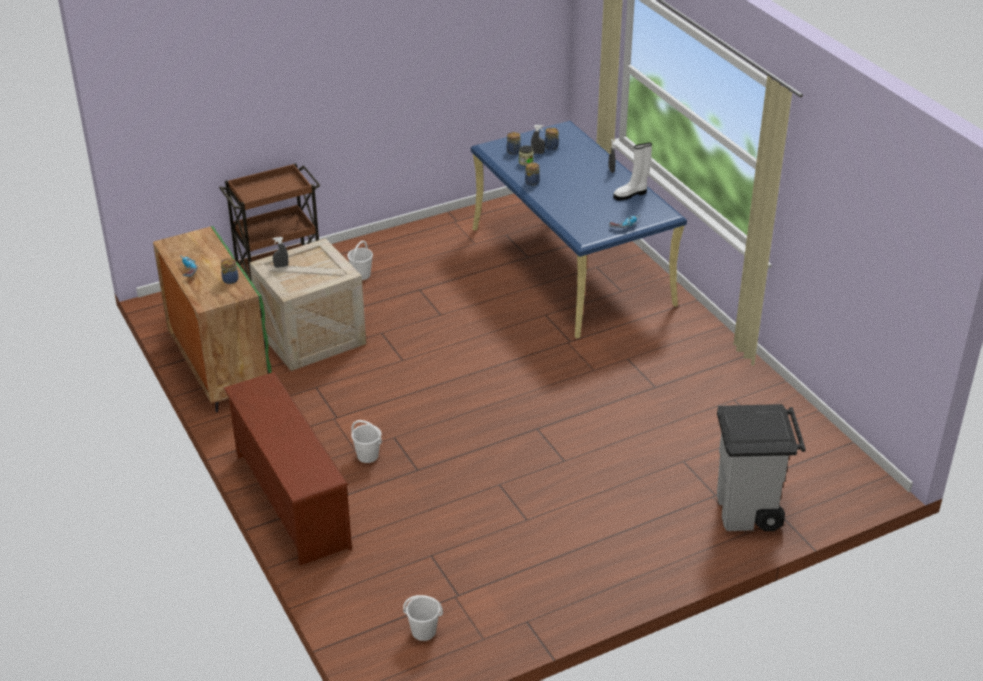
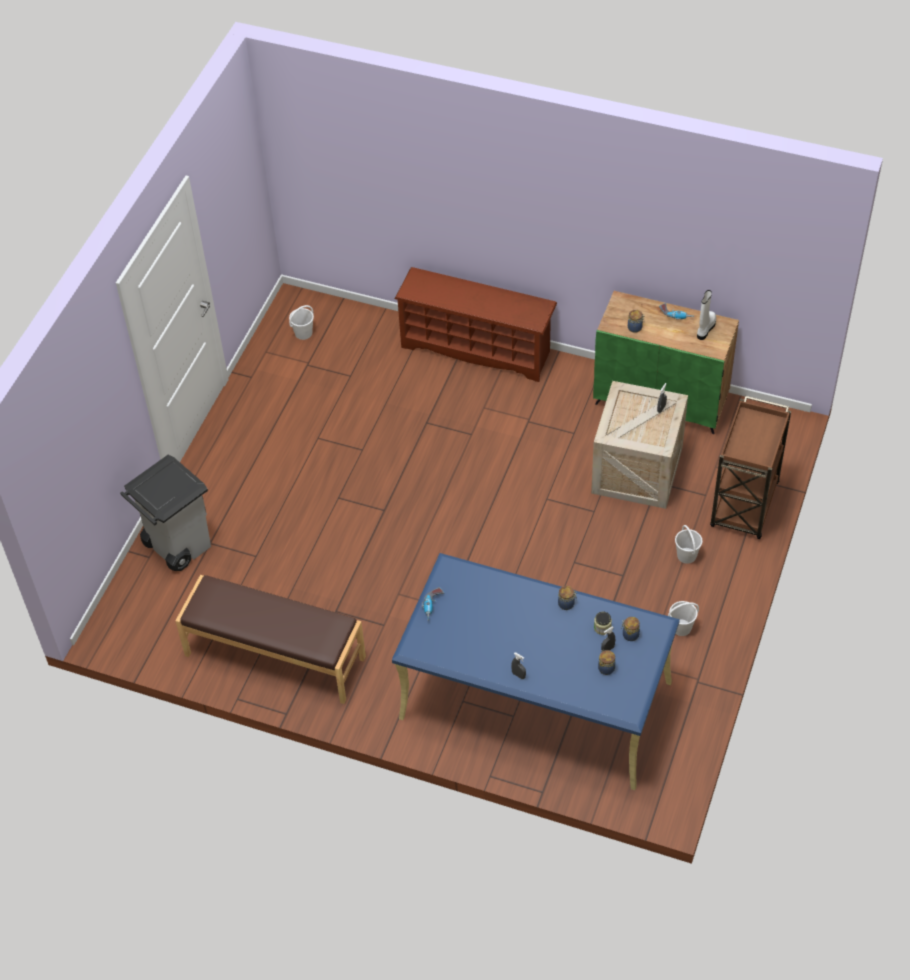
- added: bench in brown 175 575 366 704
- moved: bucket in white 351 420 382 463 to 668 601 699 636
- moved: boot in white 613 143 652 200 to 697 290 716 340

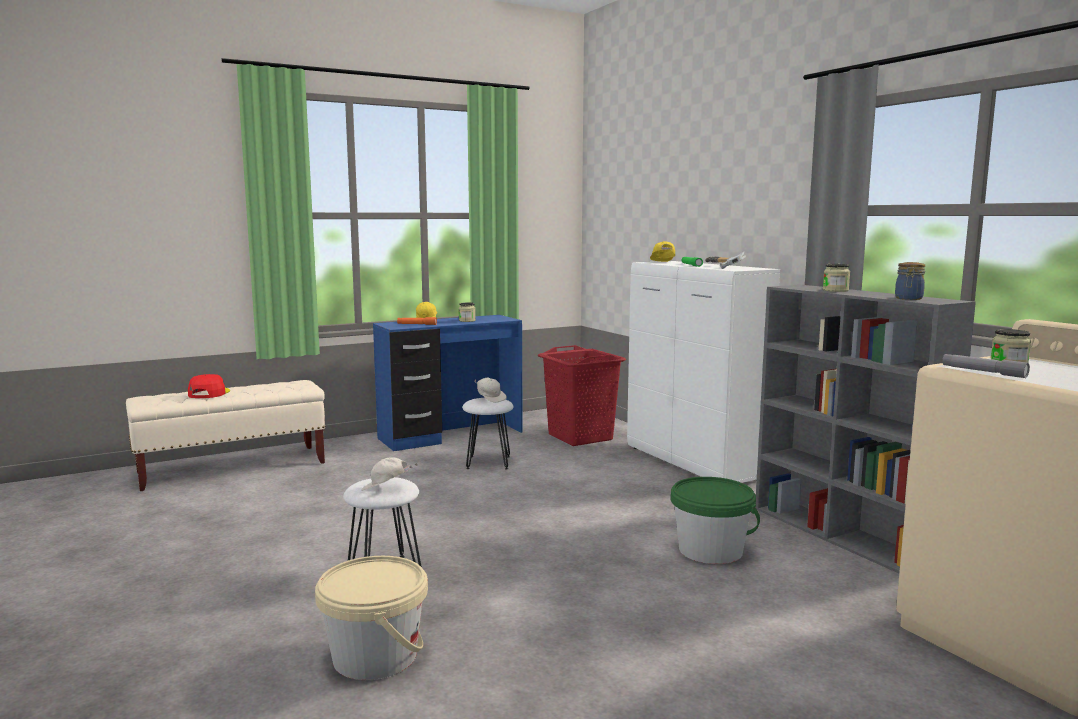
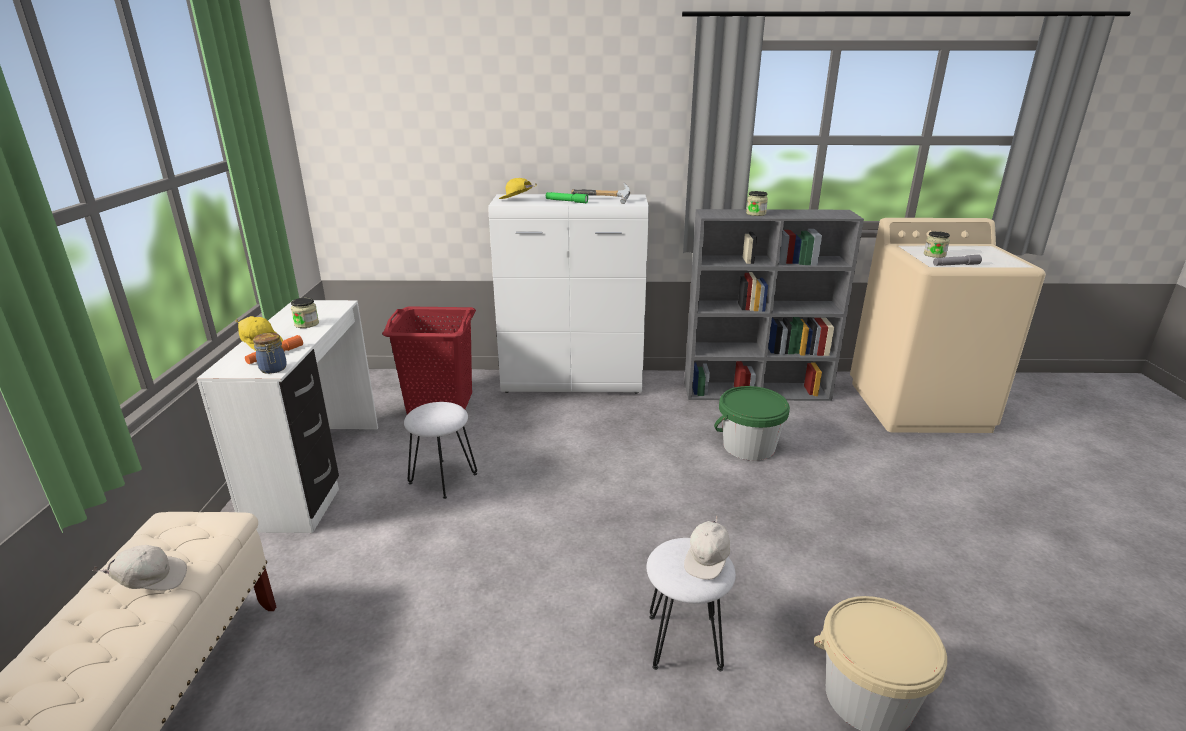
- removed: cap in red 188 374 230 398
- moved: cap in white 475 377 507 403 to 92 545 187 591
- moved: jar 895 262 925 300 to 253 333 287 374
- recoloured: desk in blue 373 315 523 451 to desk in white 197 300 378 534

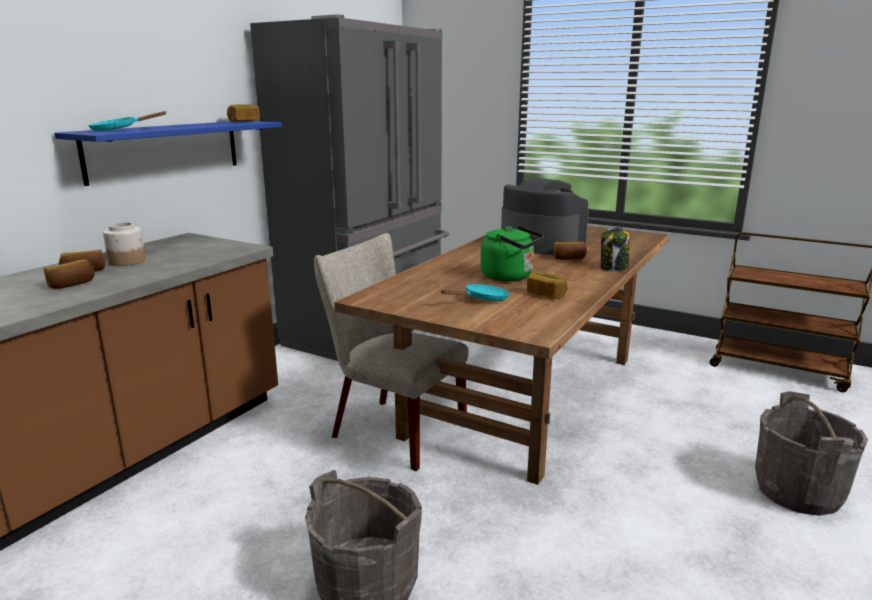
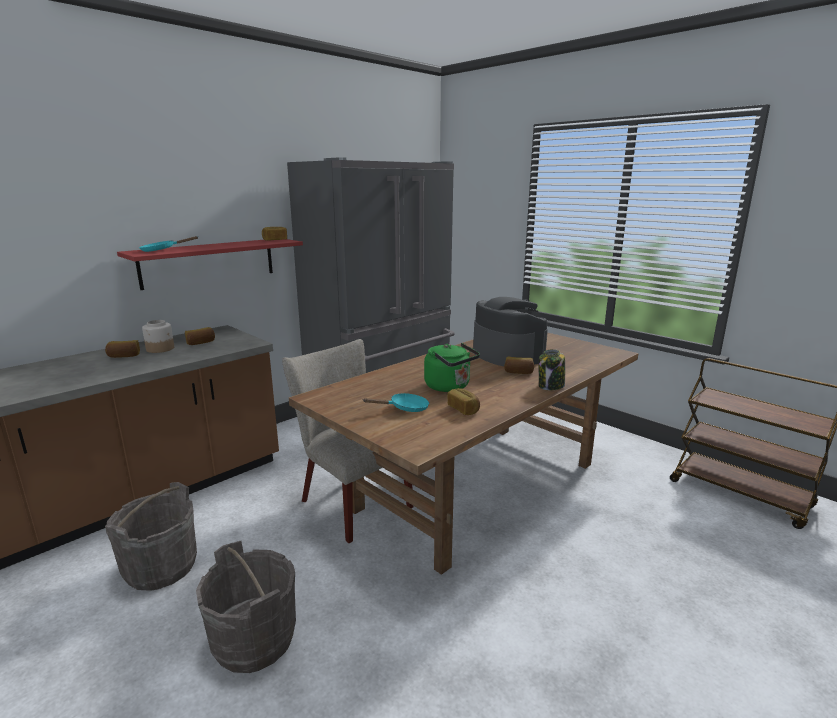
- moved: bread 44 259 95 289 to 185 327 215 345
- moved: bucket in grey 755 391 868 516 to 105 482 197 591
- recoloured: shelf in blue 54 121 282 186 to shelf in red 117 239 303 290

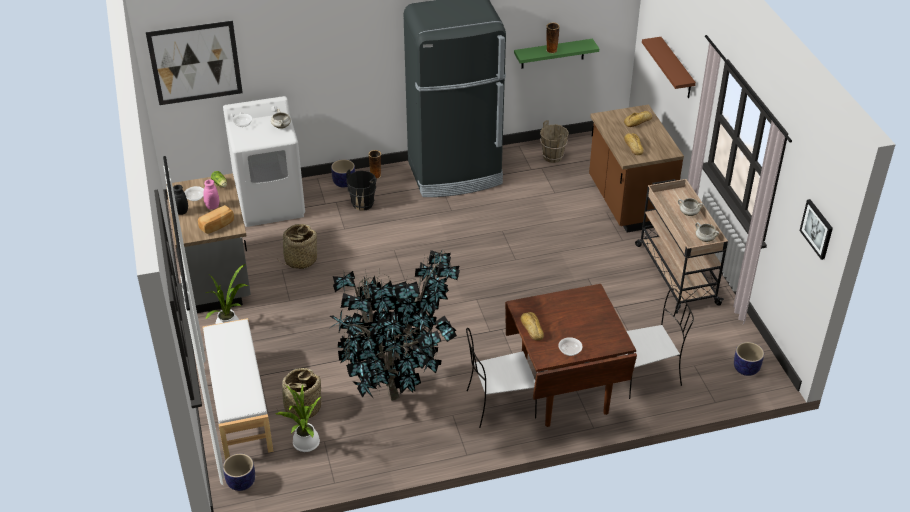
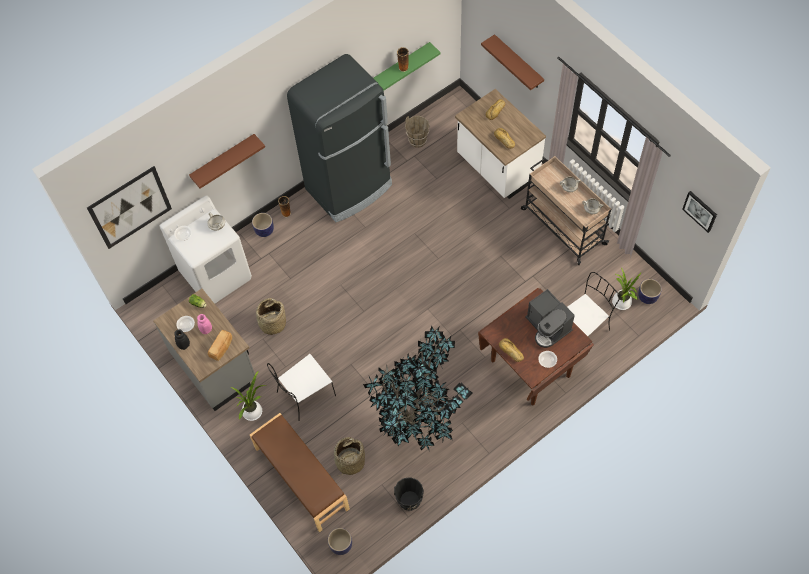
- added: shelf in brown 189 134 265 189
- added: coffee machine 525 289 575 348
- moved: potted plant 275 384 321 452 to 612 268 641 310
- moved: bucket in black 346 170 376 211 to 394 477 424 511
- moved: chair in white 466 328 537 428 to 267 354 336 421
- recoloured: bench in white 202 318 273 460 to bench in brown 250 413 350 532
- recoloured: counter in brown 589 104 684 232 to counter in white 455 89 546 199

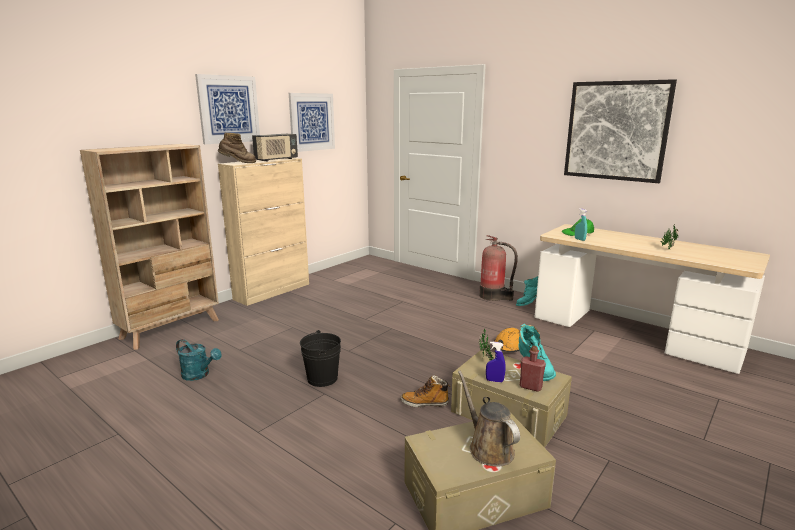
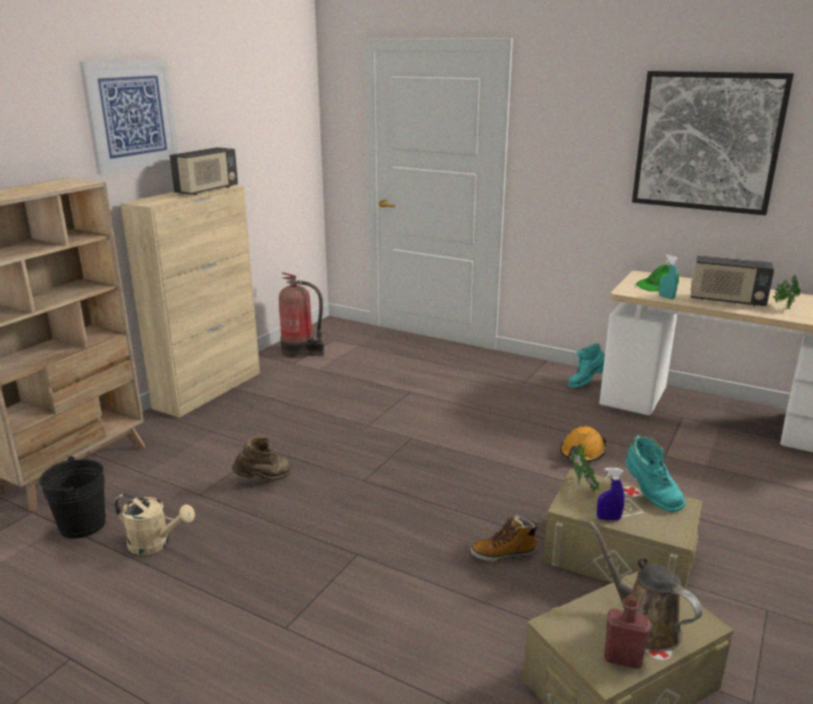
- removed: picture 289 93 335 152
- added: radio 690 255 774 307
- moved: boot in brown 218 132 256 163 to 232 437 291 481
- moved: bucket in black 300 330 341 387 to 39 456 106 539
- moved: fire extinguisher 479 235 518 301 to 279 272 324 358
- moved: bottle in red 520 346 546 392 to 604 595 651 669
- recoloured: watering can in turquoise 176 339 222 381 to watering can in beige 114 493 195 555

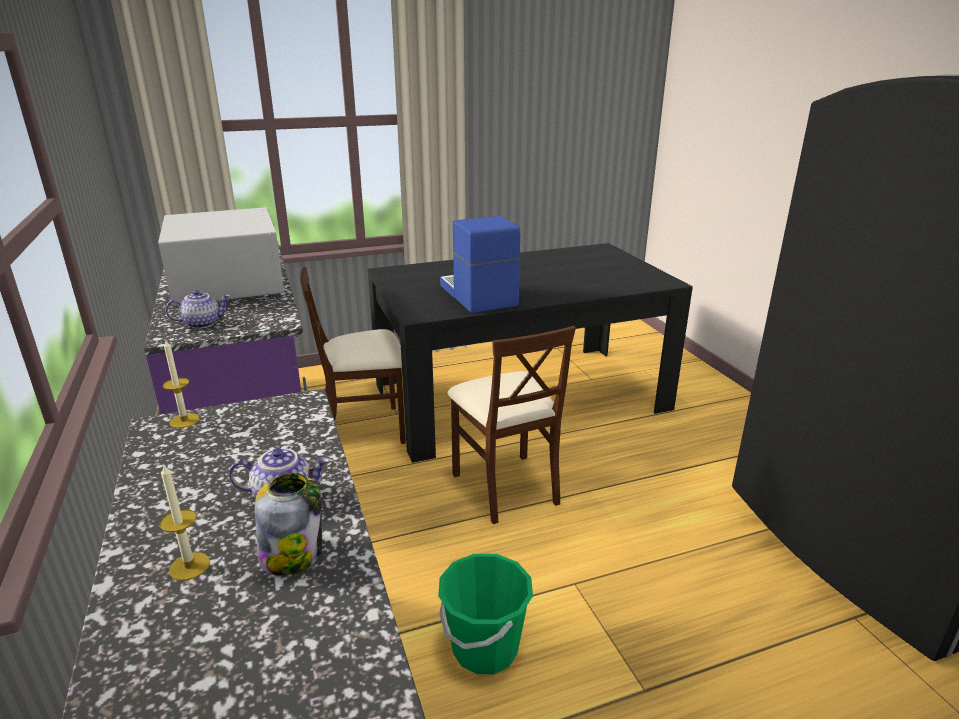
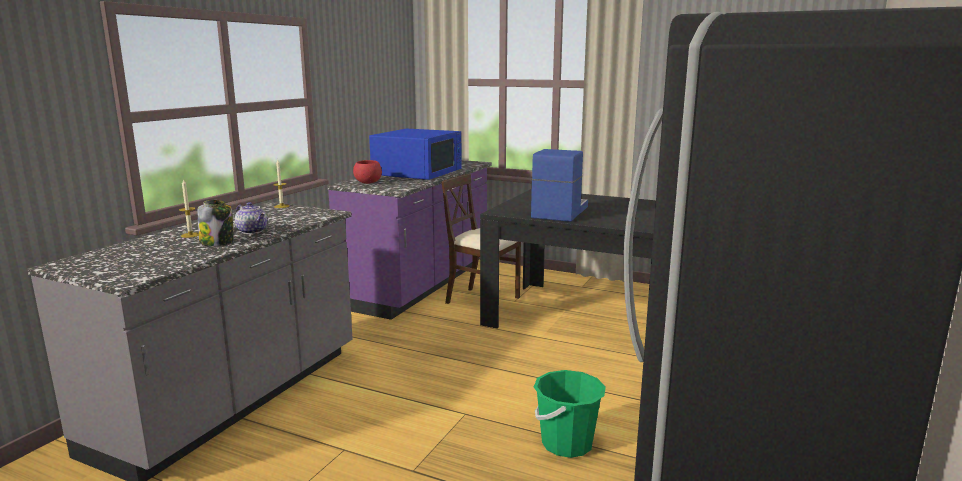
- removed: chair in beige 448 326 576 524
- moved: bucket in green 438 554 533 674 to 534 370 606 458
- replaced: teapot 166 290 230 329 to bowl in red 353 160 382 184
- recoloured: microwave in white 158 207 284 306 to microwave in blue 369 128 462 180

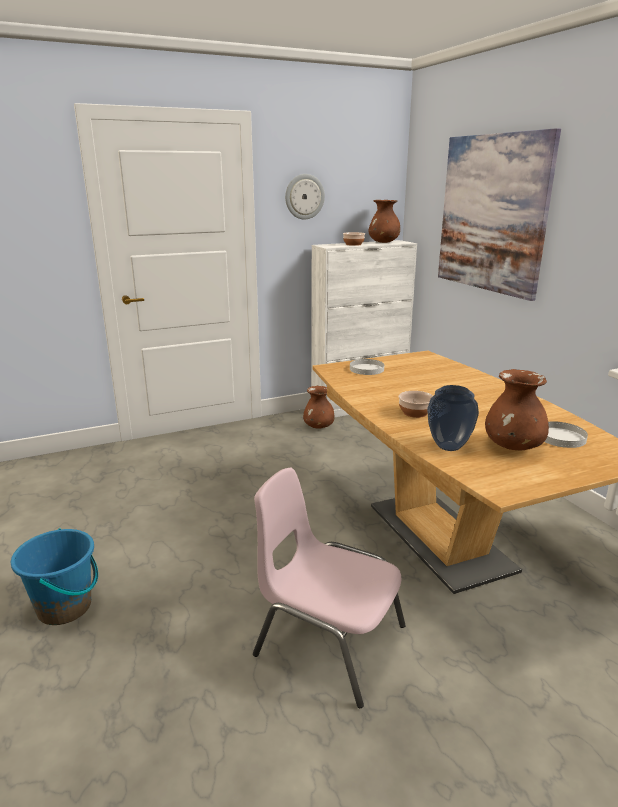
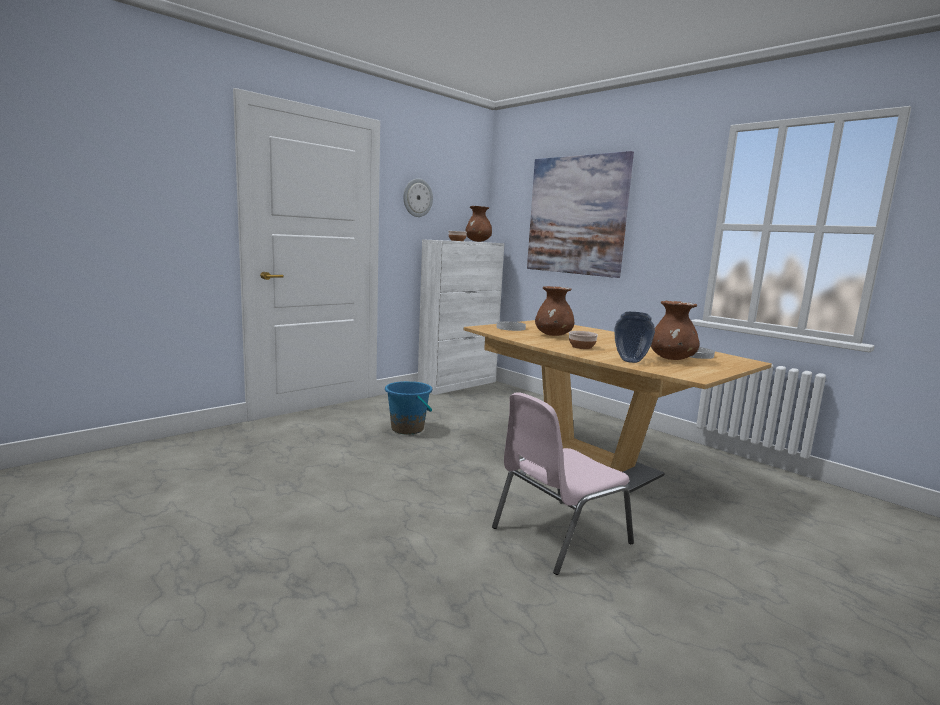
- moved: bucket in blue 11 528 98 625 to 385 381 432 435
- moved: vase in brown 303 386 335 429 to 535 286 574 336
- turned: chair in pink 253 468 406 708 = 492 392 634 575 45 degrees counterclockwise

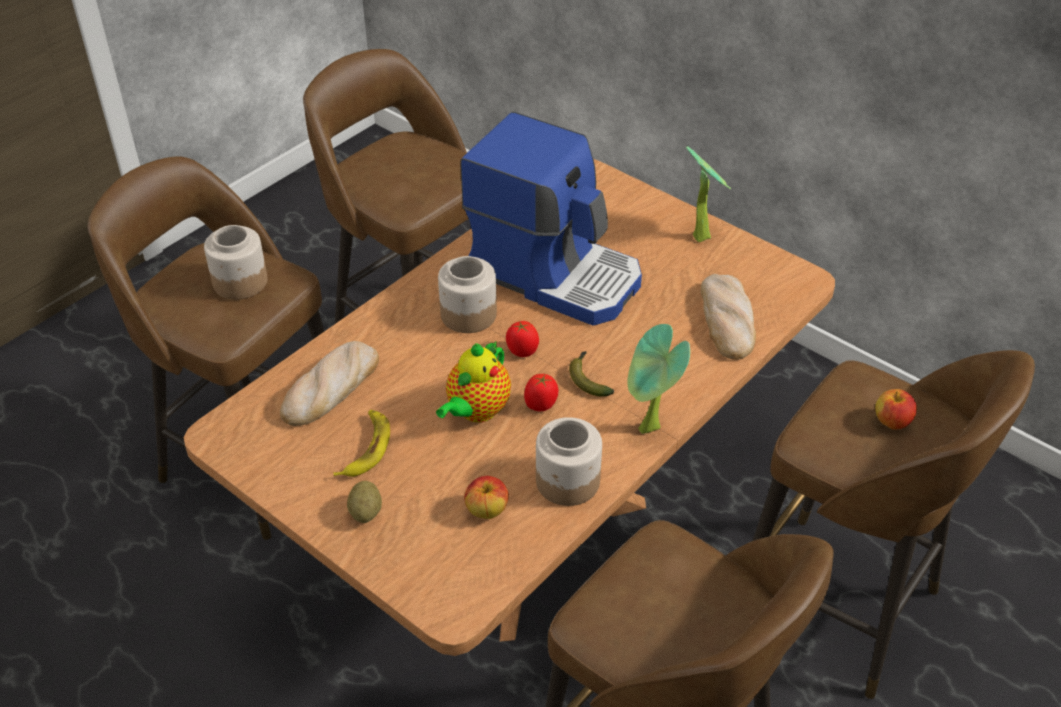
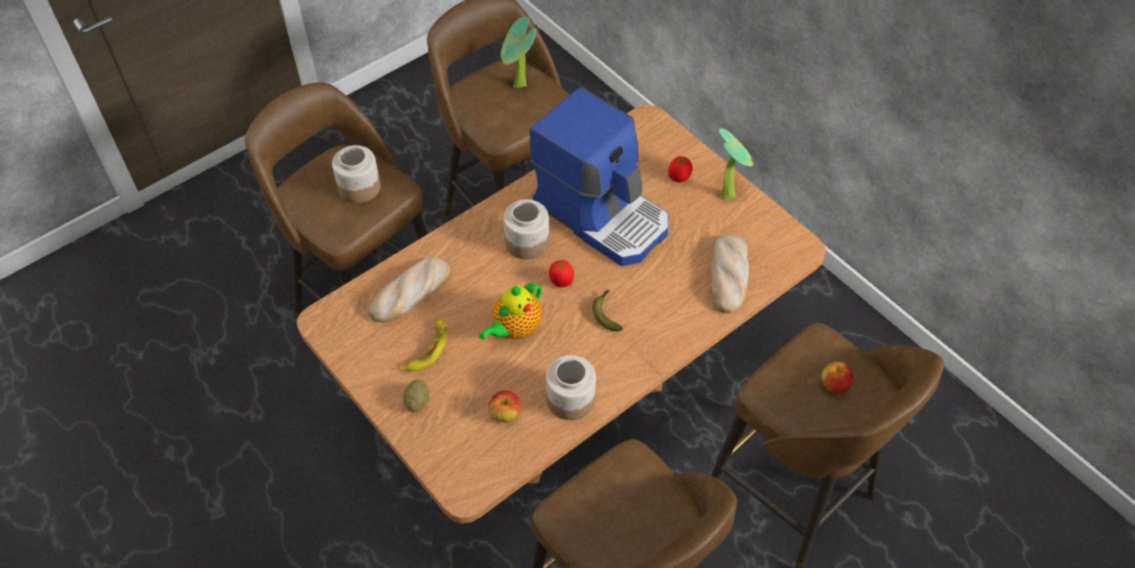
- moved: tomato 524 374 558 411 to 668 156 693 182
- moved: potted plant 627 324 690 434 to 501 17 536 88

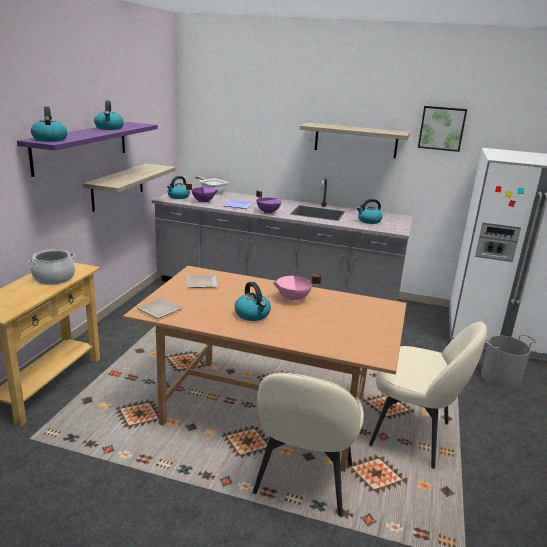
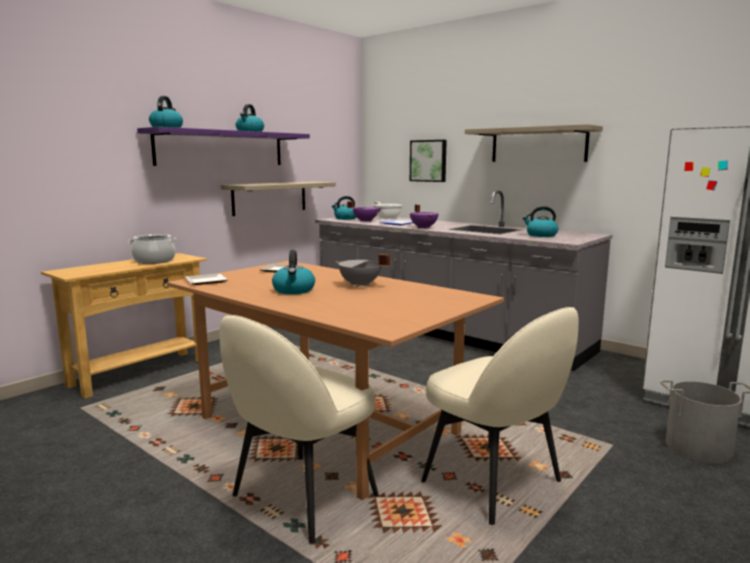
- moved: picture 418 106 467 152 to 410 140 447 182
- recoloured: cooking pot in pink 272 275 321 303 to cooking pot in grey 336 254 390 287

